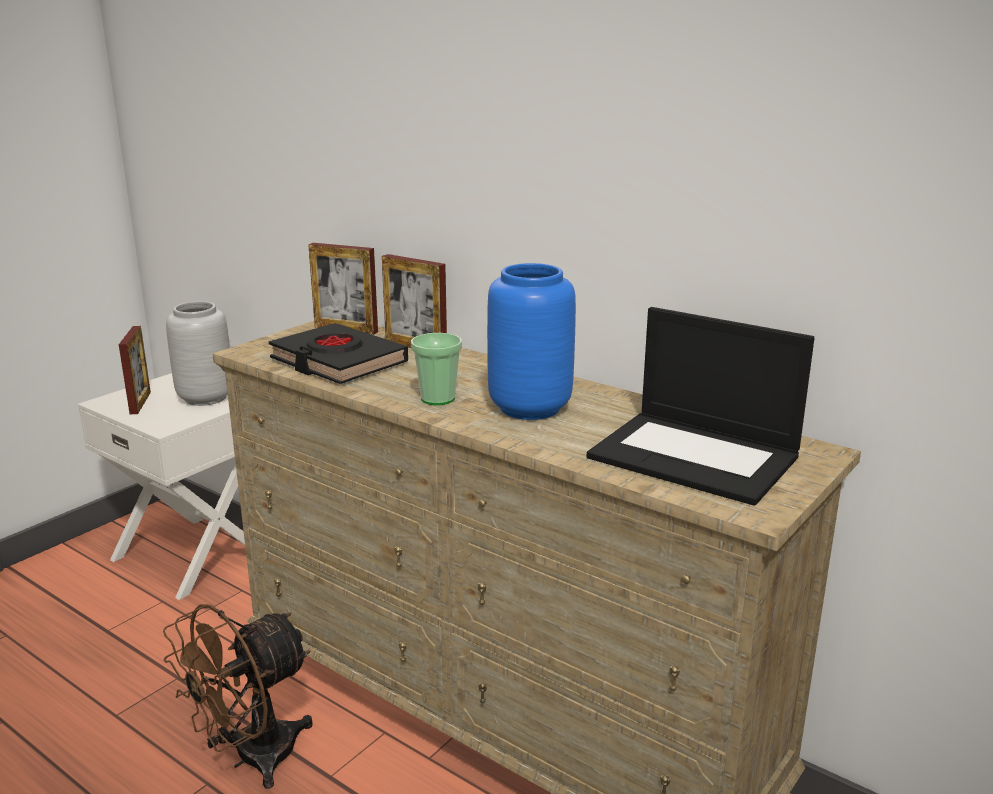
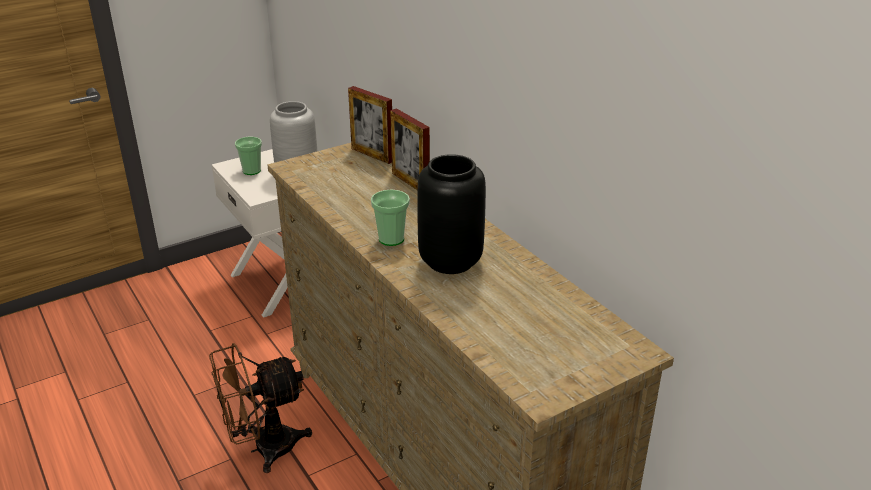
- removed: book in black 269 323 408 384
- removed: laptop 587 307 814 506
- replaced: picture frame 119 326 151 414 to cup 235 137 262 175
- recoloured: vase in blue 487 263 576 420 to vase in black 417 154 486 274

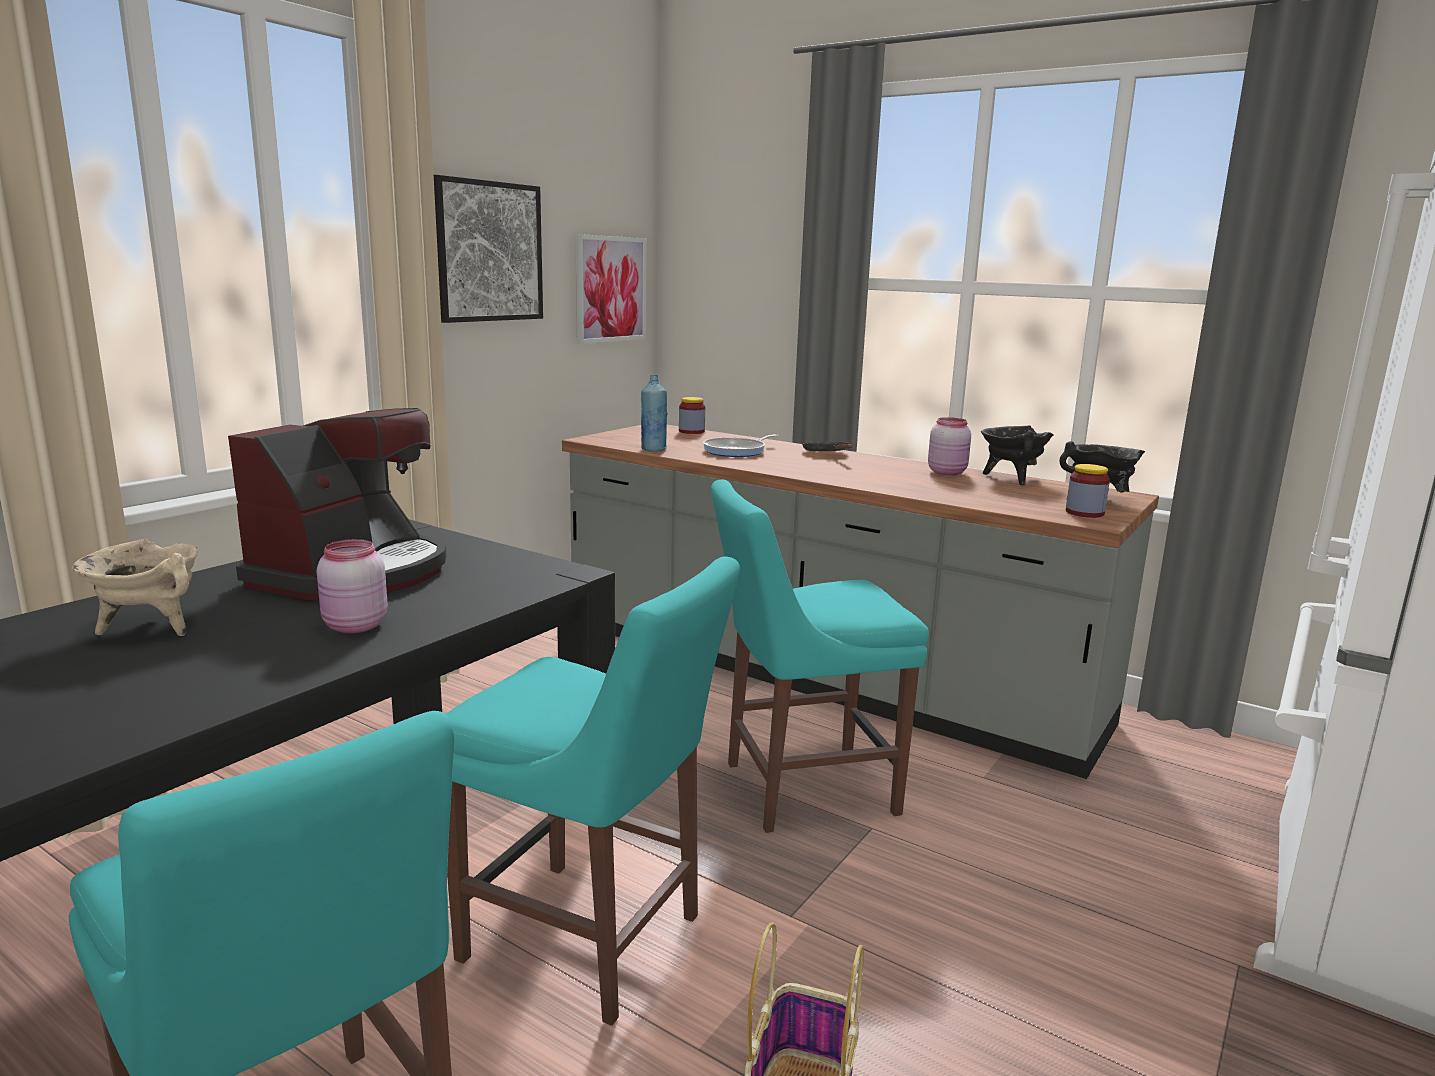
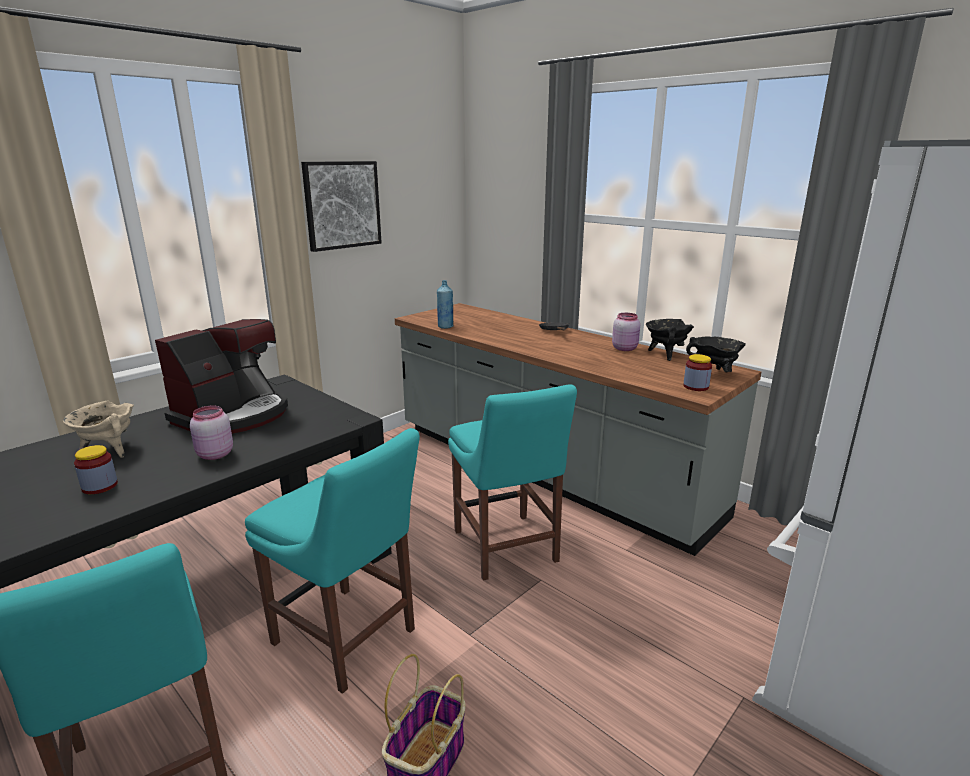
- removed: picture 576 234 647 344
- removed: frying pan 703 434 779 457
- moved: jar 679 397 705 434 to 74 445 118 494
- turned: chair in turquoise 711 480 929 833 = 448 384 577 581 105 degrees counterclockwise

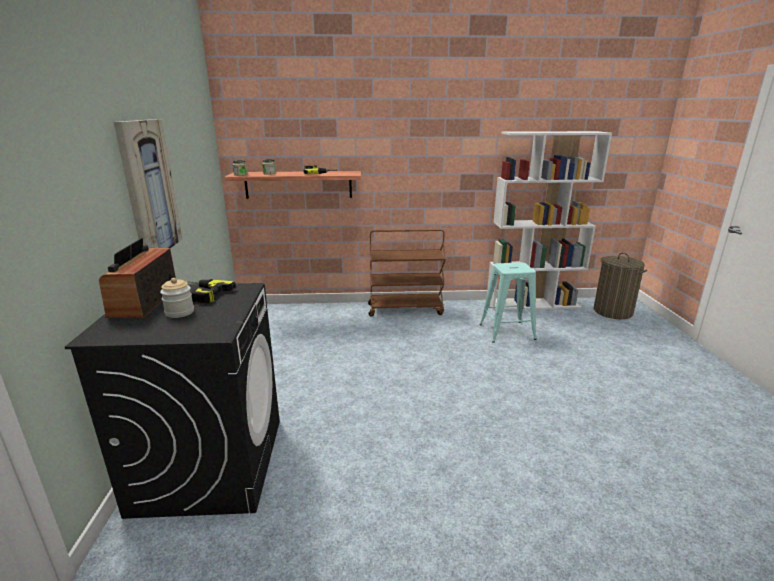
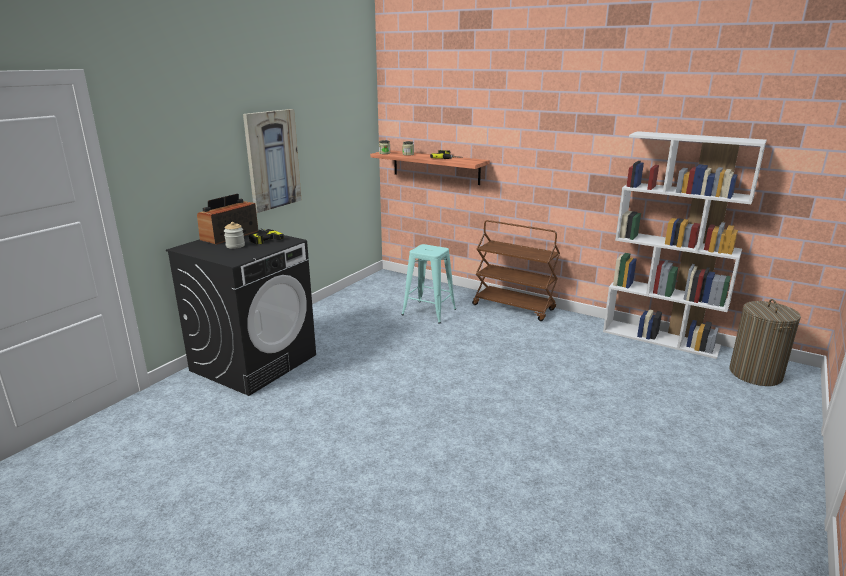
- moved: stool in turquoise 480 262 537 343 to 401 244 456 323

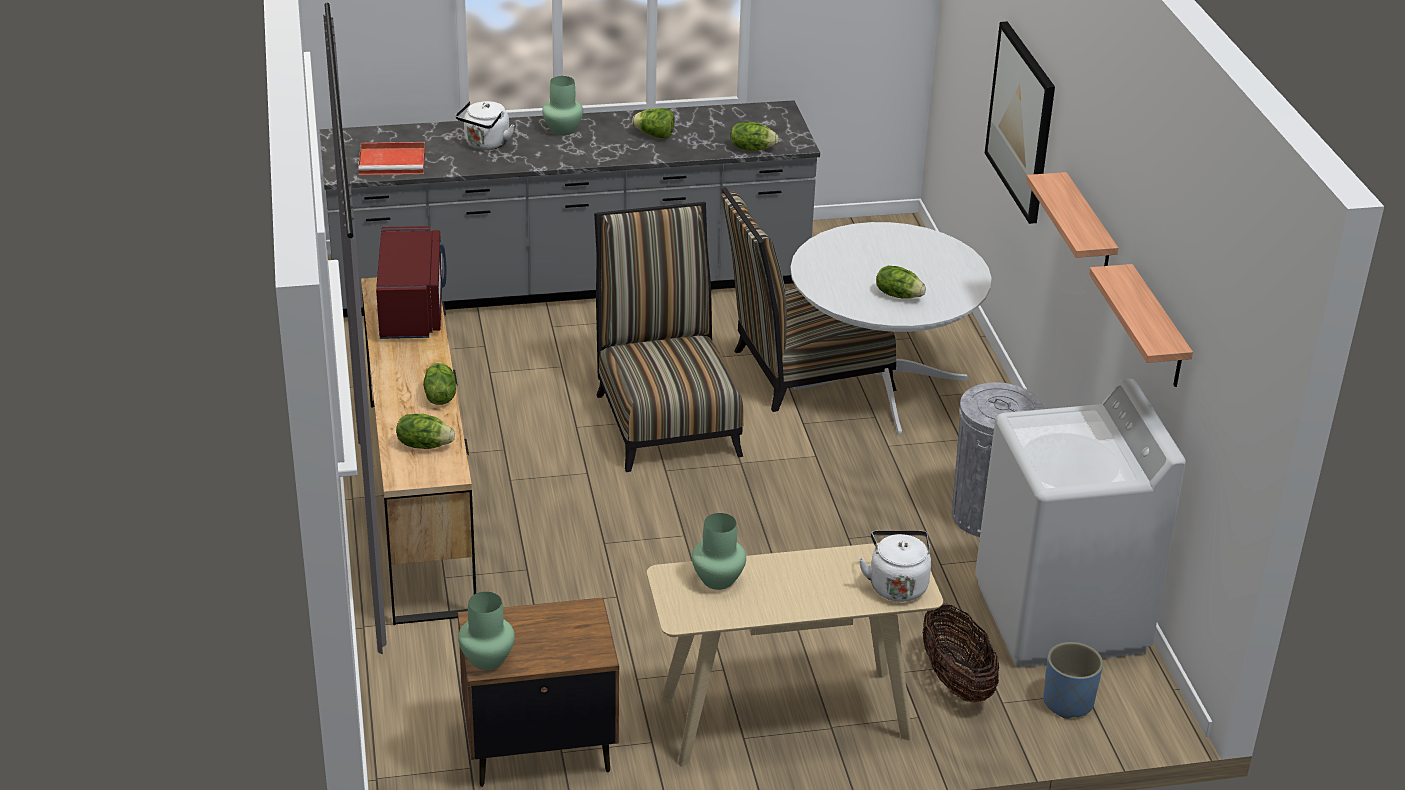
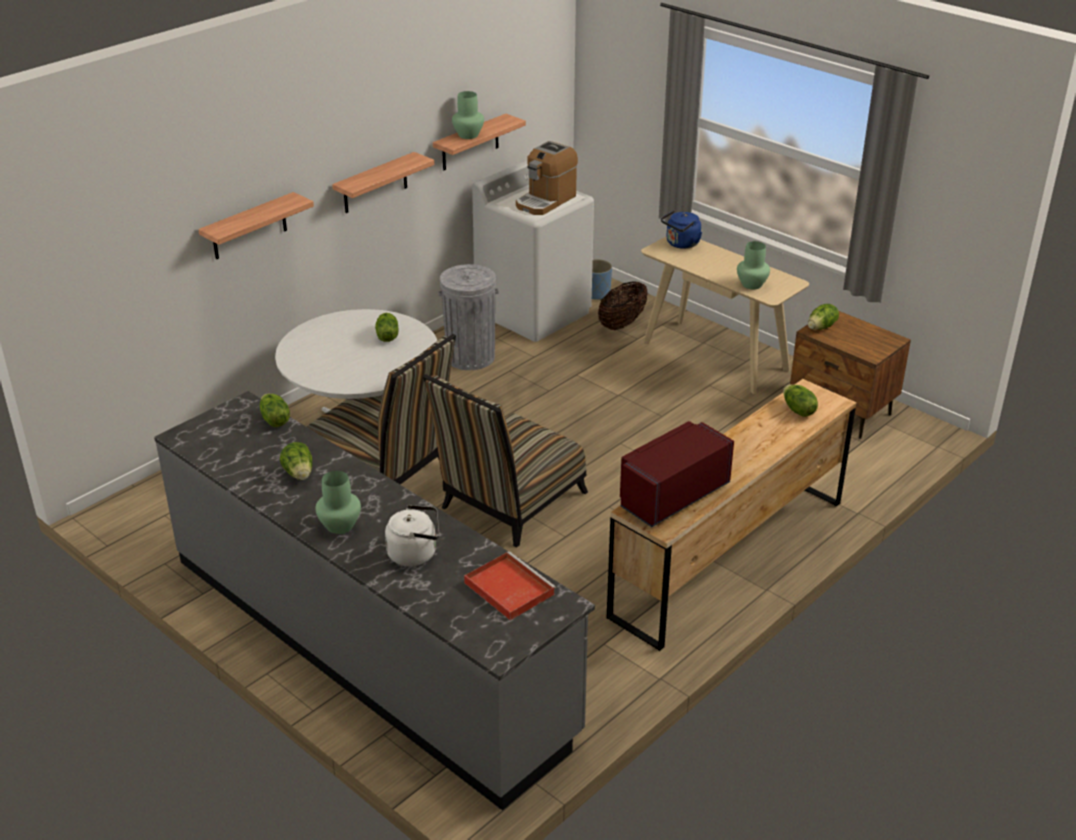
- added: coffee machine 516 141 578 215
- moved: lettuce 423 362 456 405 to 808 304 839 330
- moved: vase in green 458 592 515 670 to 452 91 484 139
- replaced: picture 985 21 1055 224 to shelf 198 192 314 260
- recoloured: kettle in white 859 530 931 602 to kettle in blue 661 210 702 249

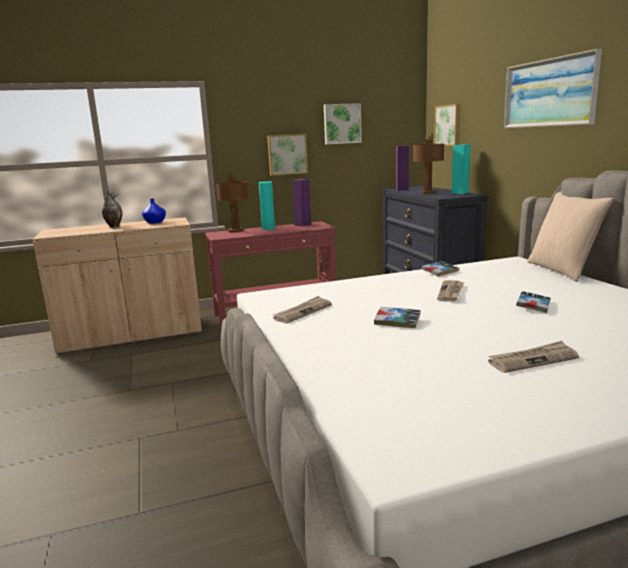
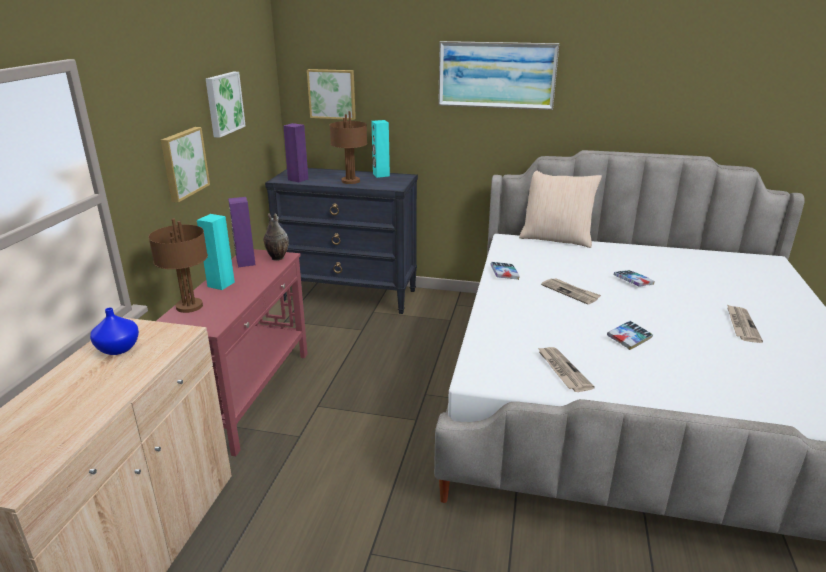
- moved: vase 102 189 122 228 to 263 213 289 261

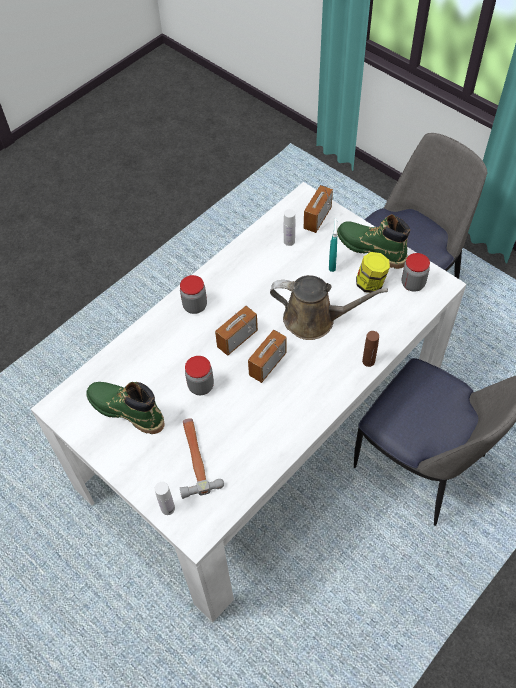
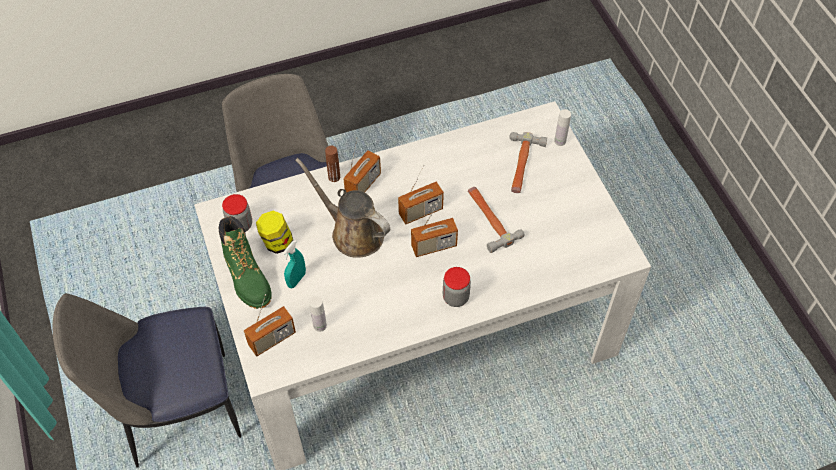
- removed: boot in green 86 382 164 434
- added: radio 343 138 381 193
- replaced: jar 185 356 214 395 to hammer 468 187 524 253

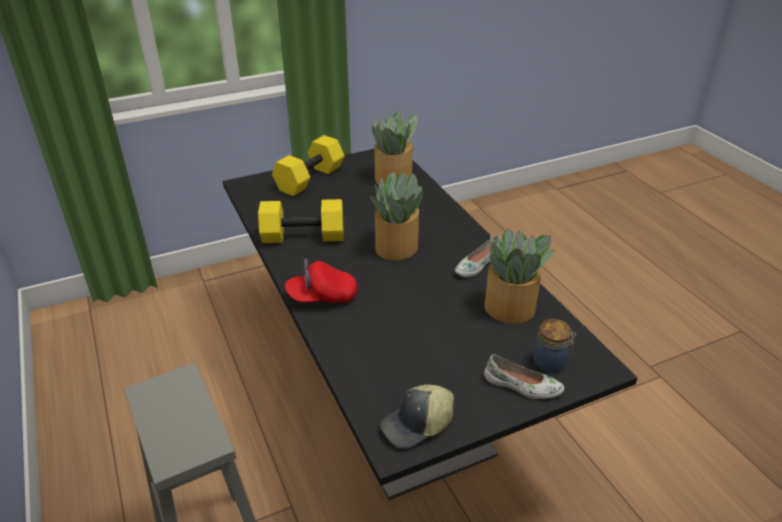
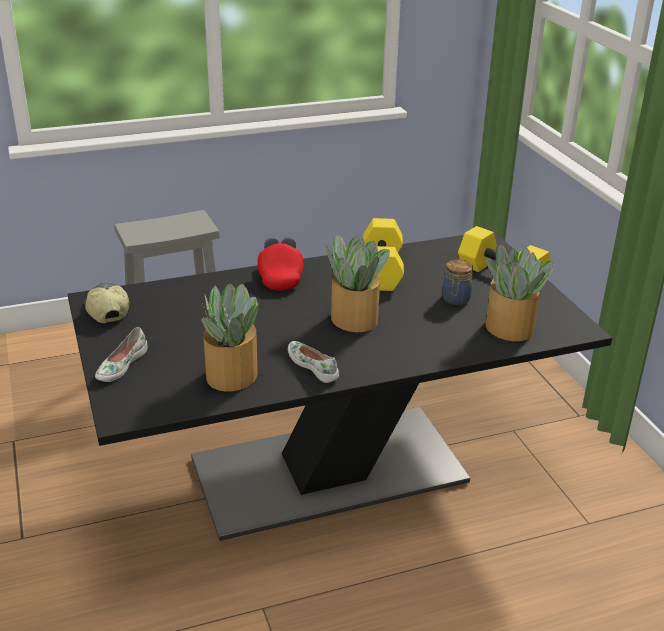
- moved: jar 533 319 576 372 to 442 260 473 305

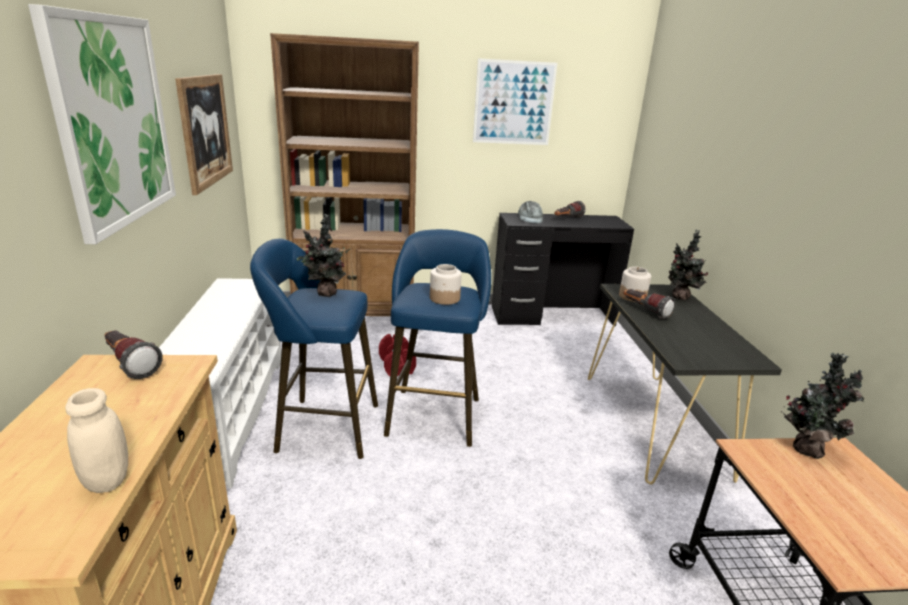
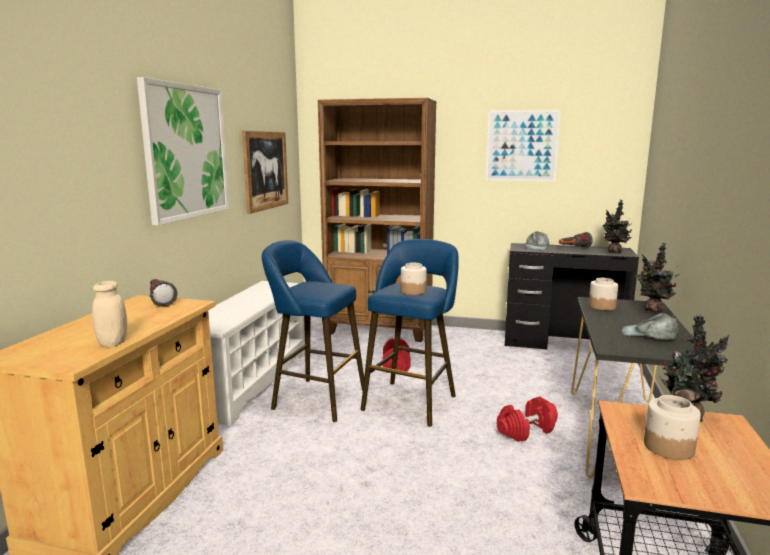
- removed: flashlight 623 289 675 319
- added: dumbbell in red 497 397 558 442
- added: cap in grey 621 313 680 340
- added: jar 644 395 701 460
- moved: potted plant 297 214 351 297 to 603 200 632 253

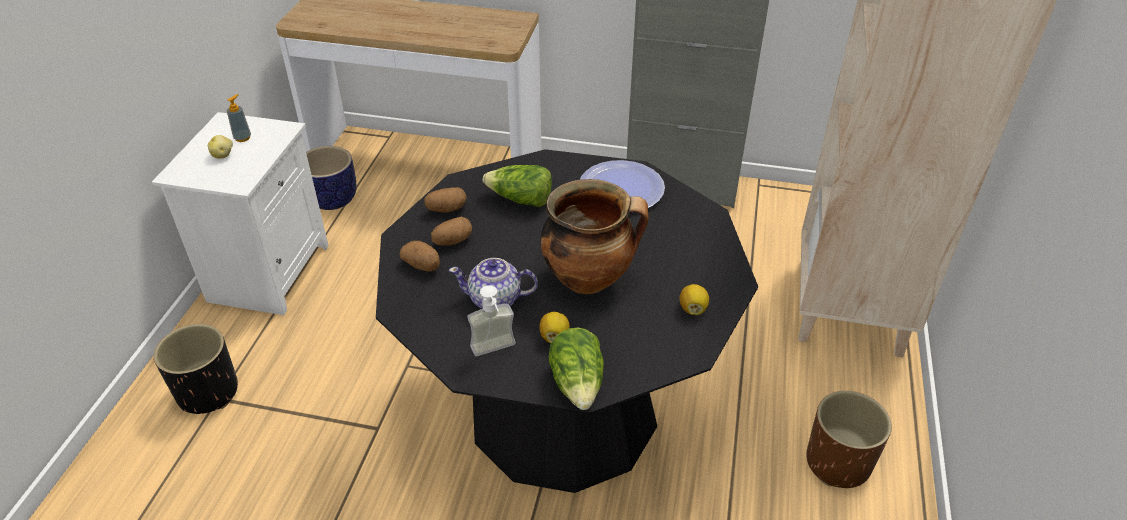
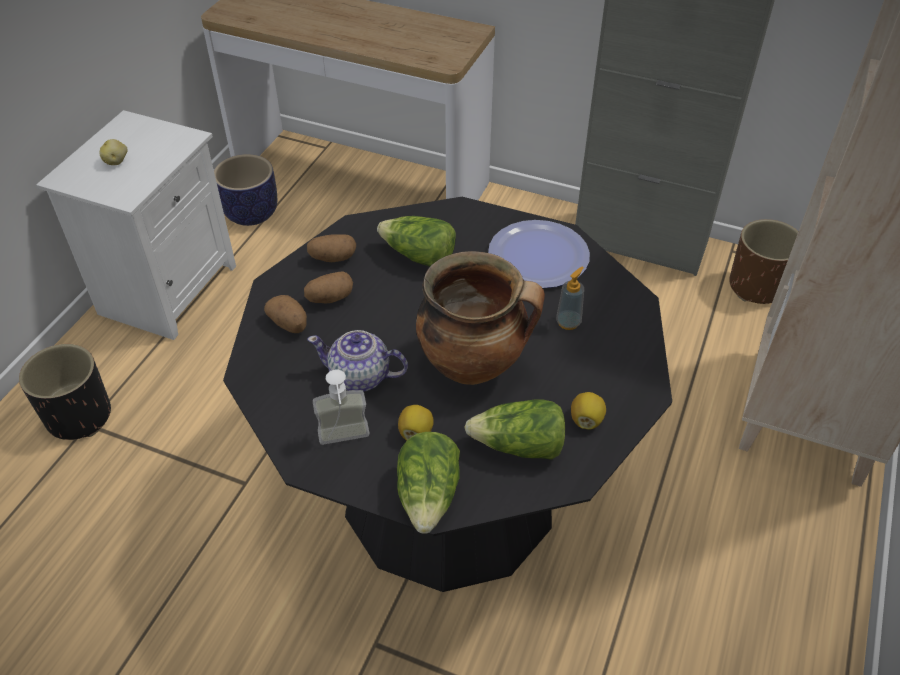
- added: lettuce 464 399 565 460
- moved: soap dispenser 227 94 251 142 to 556 267 584 330
- moved: planter in brown 806 391 892 488 to 729 219 798 304

